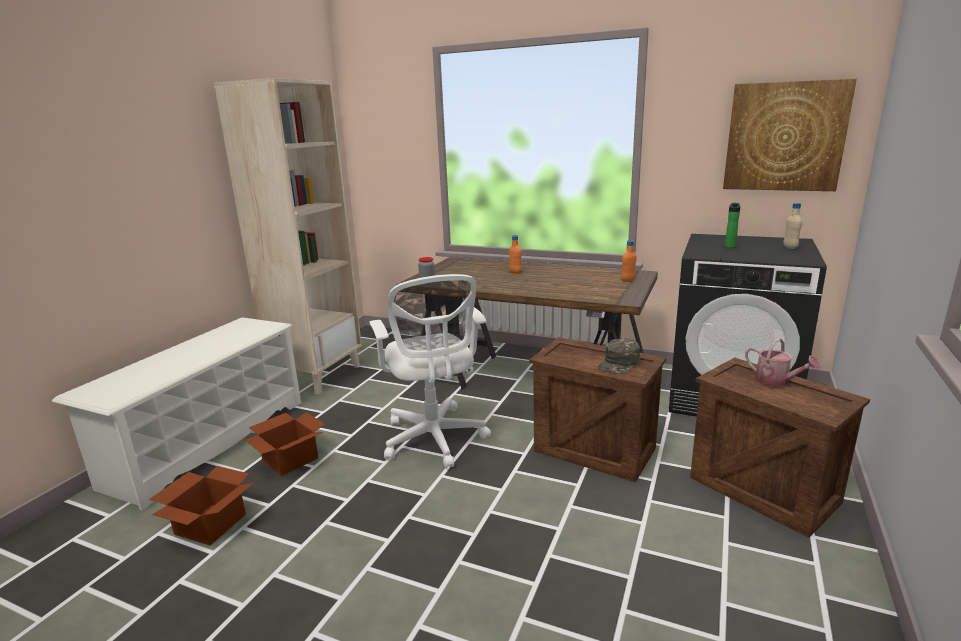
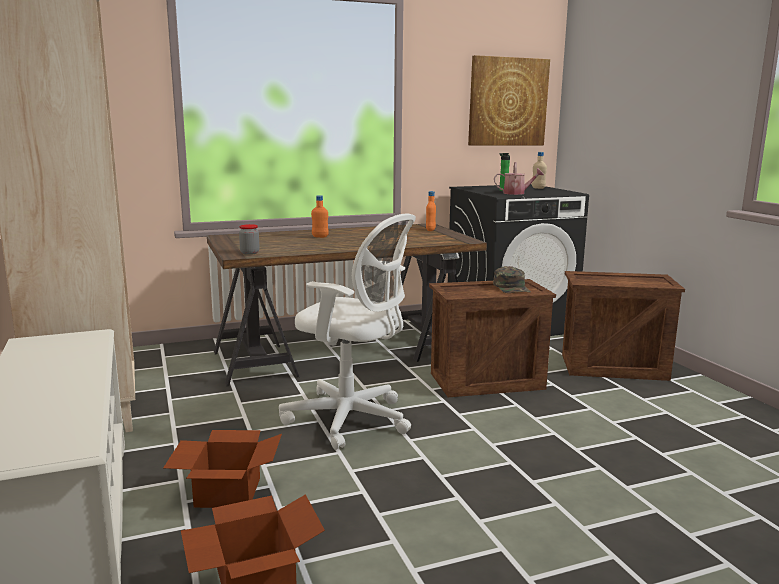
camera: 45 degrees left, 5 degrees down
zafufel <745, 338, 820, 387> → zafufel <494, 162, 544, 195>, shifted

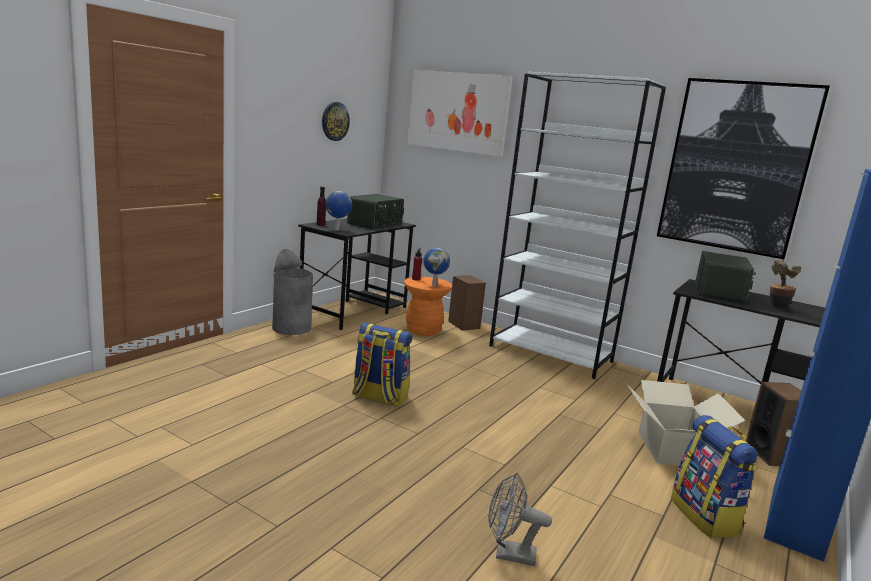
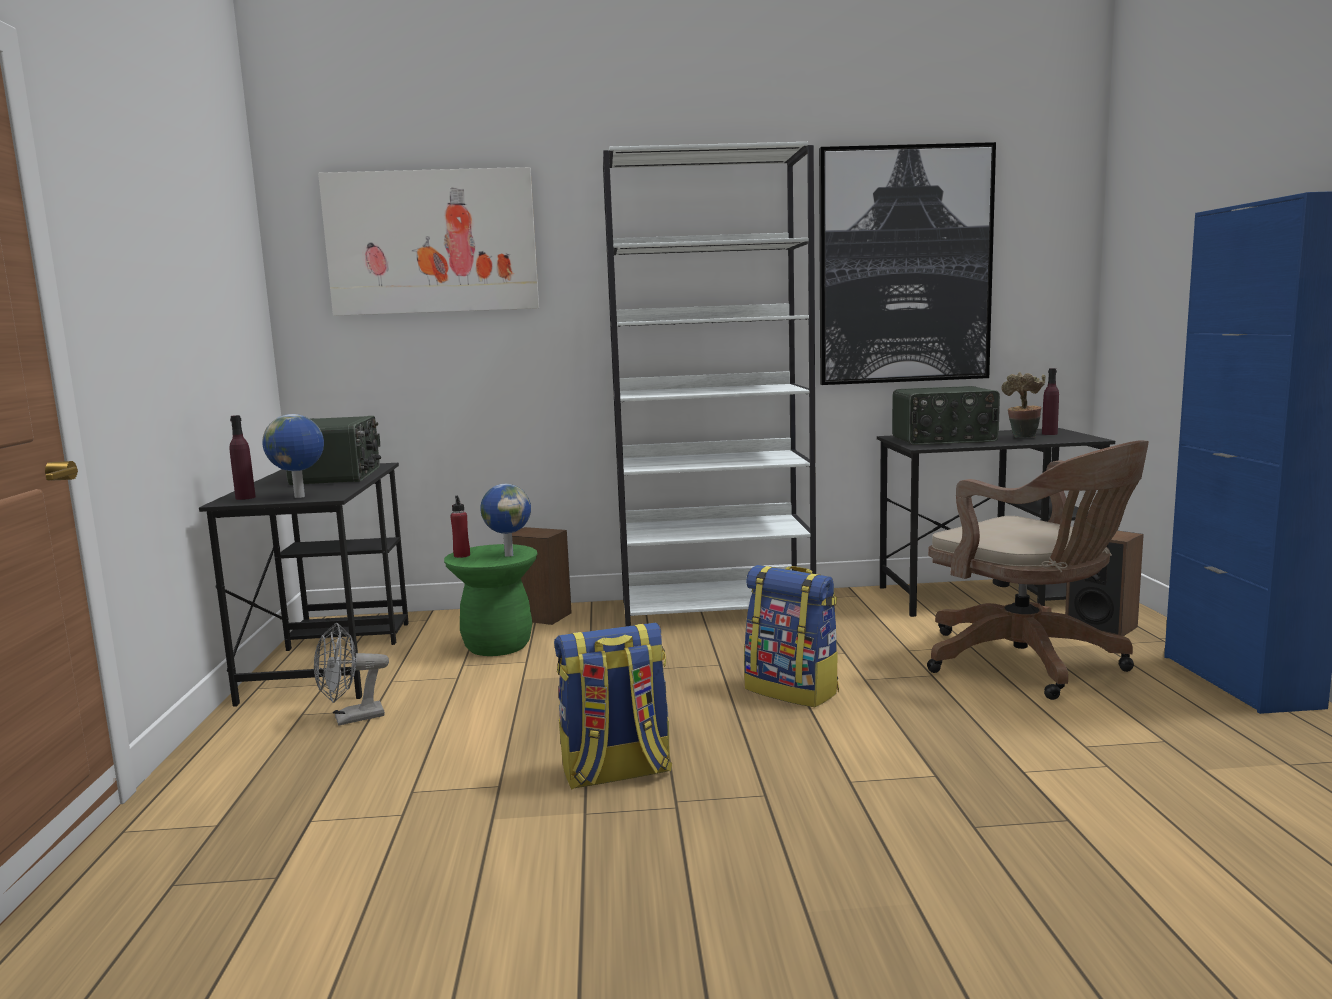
camera: 35 degrees left, 5 degrees down
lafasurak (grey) <272, 249, 313, 335> → -
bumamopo <322, 102, 350, 141> → -
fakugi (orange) <404, 277, 452, 336> → fakugi (green) <444, 544, 538, 656>
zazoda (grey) <489, 473, 552, 566> → zazoda (grey) <314, 623, 389, 726>, shifted
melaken <627, 380, 745, 465> → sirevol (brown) <927, 440, 1149, 700>
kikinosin <671, 415, 758, 538> → kikinosin <744, 565, 839, 707>, shifted
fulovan <695, 251, 756, 303> → fulovan <892, 386, 1000, 445>, 105 degrees clockwise
- → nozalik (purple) <1042, 368, 1059, 435>

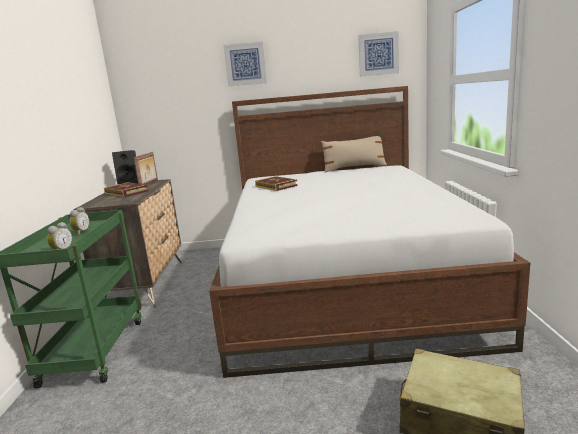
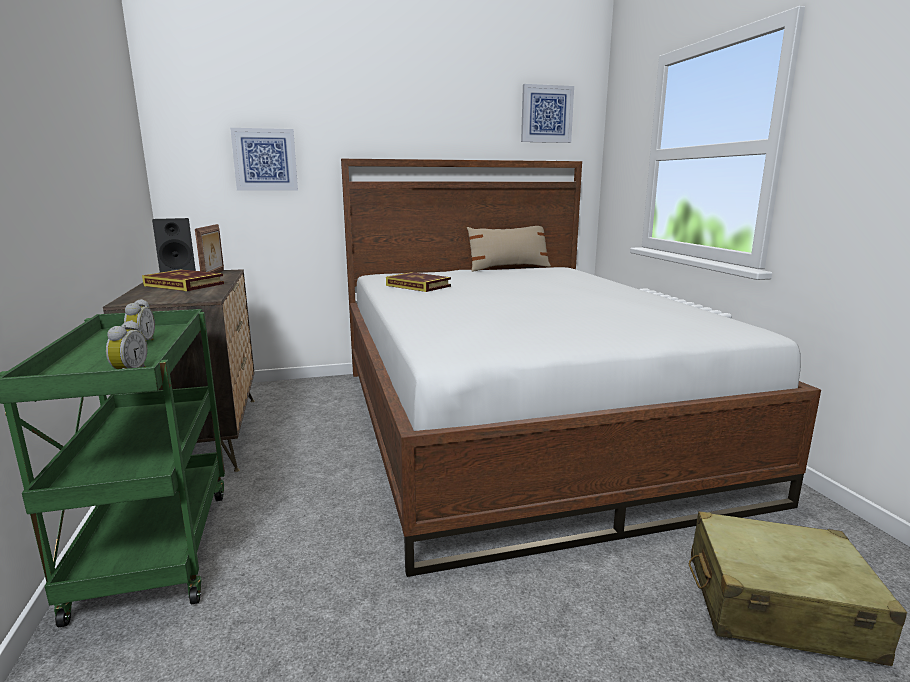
camera: 15 degrees left, 0 degrees up
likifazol <223, 42, 267, 86> → likifazol <230, 128, 298, 191>, shifted

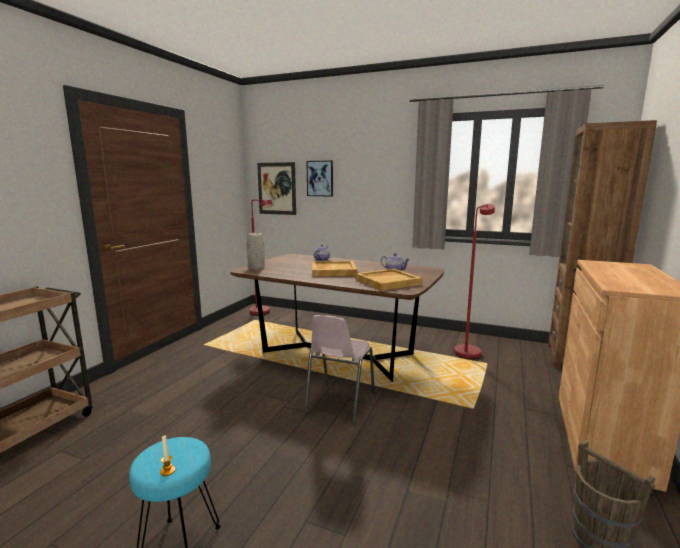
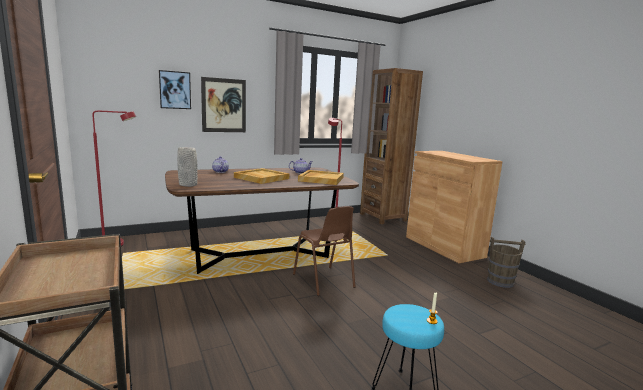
camera: 50 degrees left, 0 degrees up
likifazol <257, 162, 296, 215> → likifazol <201, 77, 246, 132>, shifted
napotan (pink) <304, 315, 375, 424> → napotan (brown) <293, 206, 356, 296>

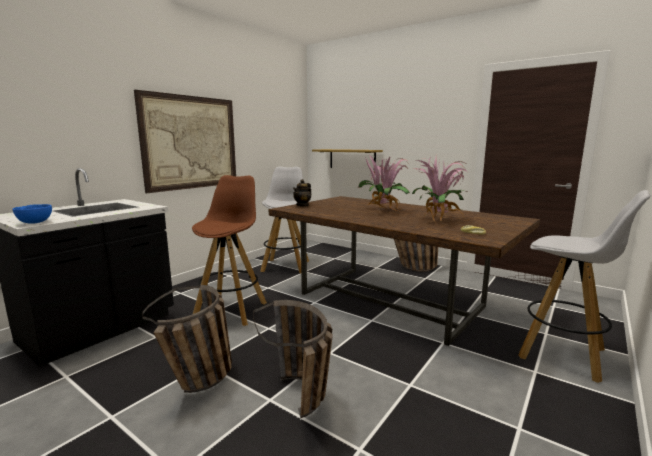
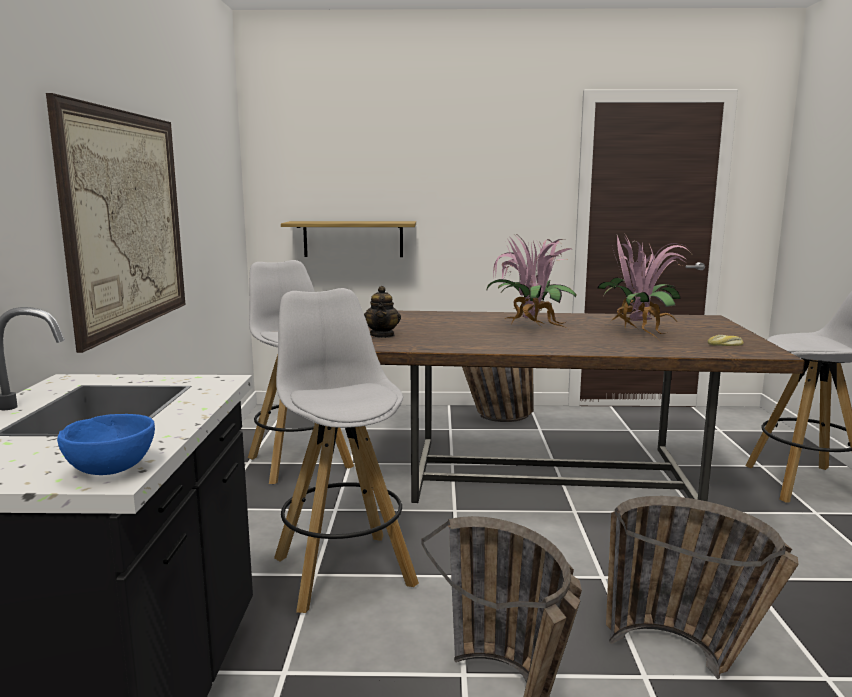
camera: 35 degrees left, 0 degrees up
fakugi (brown) <192, 175, 267, 326> → fakugi (white) <274, 288, 419, 613>

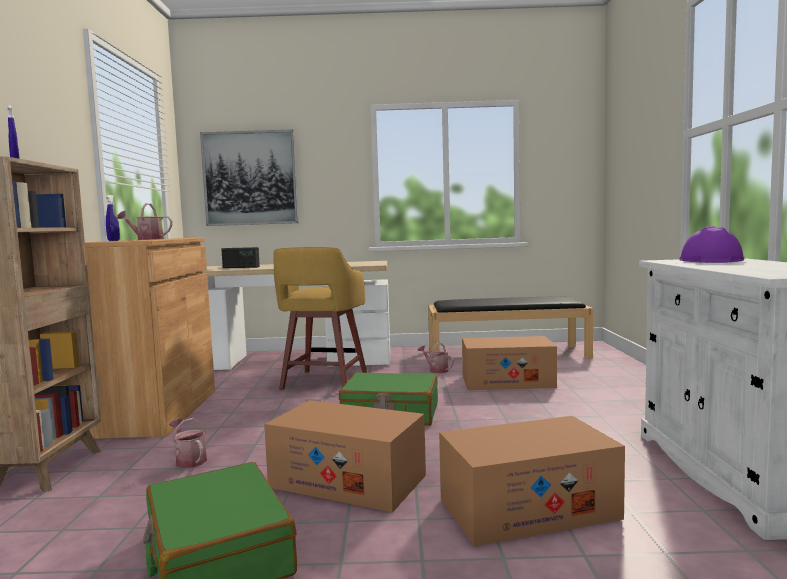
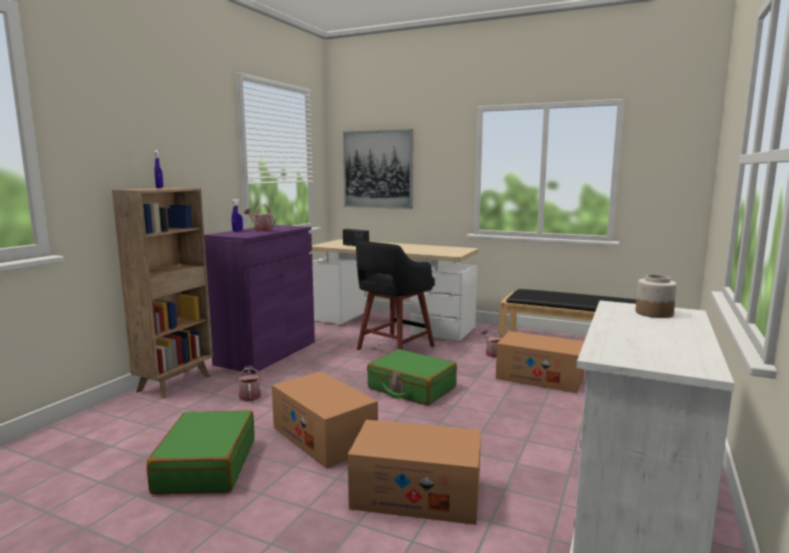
camera: 25 degrees right, 5 degrees up
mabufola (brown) <85, 237, 215, 439> → mabufola (purple) <204, 225, 315, 374>
fakugi (yellow) <273, 247, 367, 390> → fakugi (black) <356, 241, 435, 350>
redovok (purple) <679, 226, 744, 263> → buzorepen <636, 274, 677, 318>

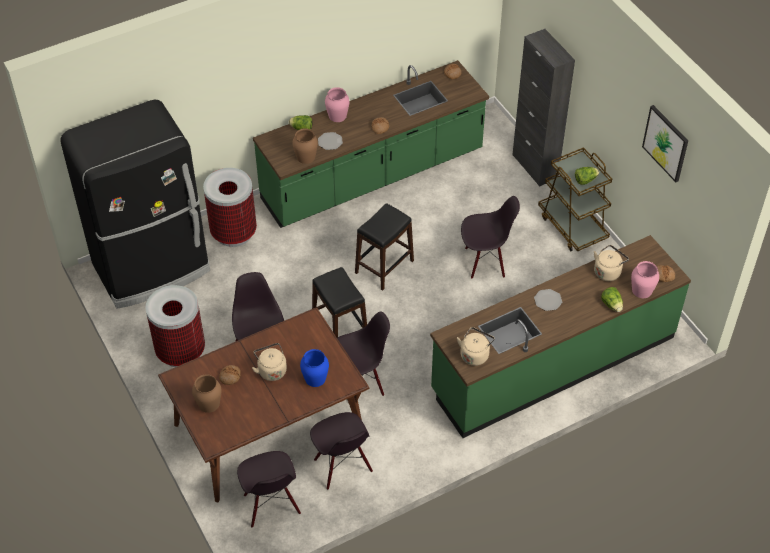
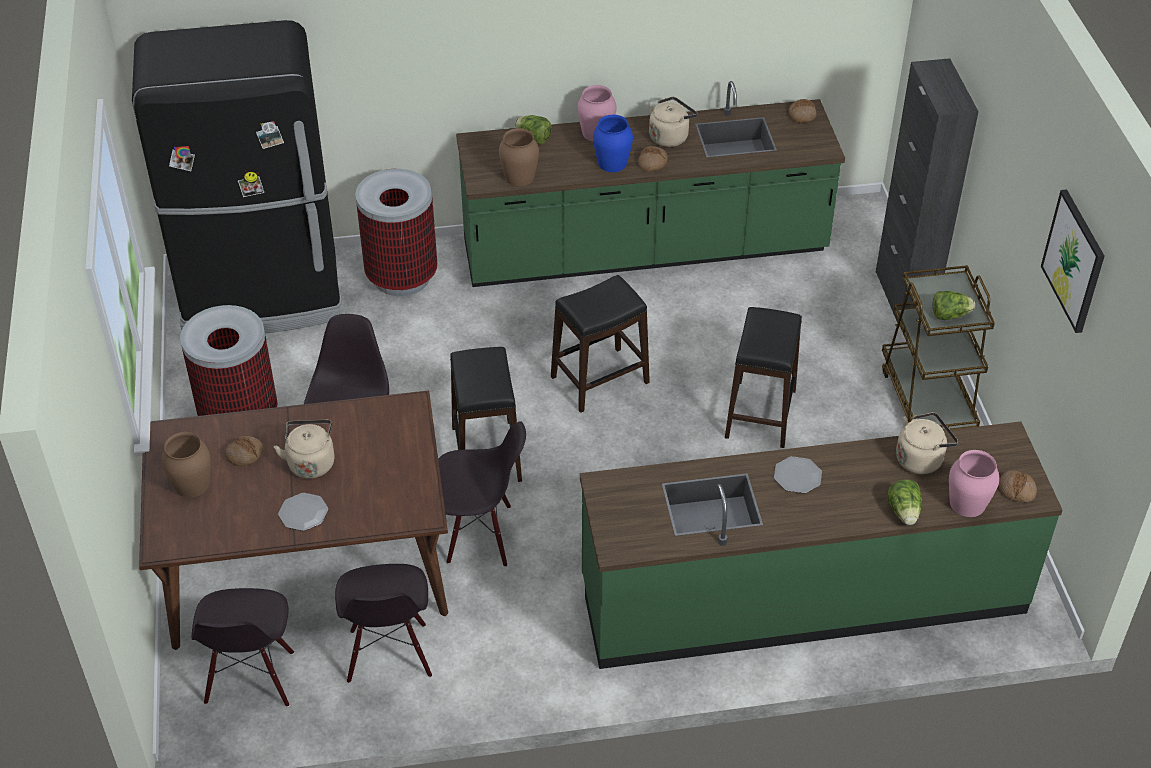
camera: 20 degrees right, 5 degrees down
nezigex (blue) <300, 349, 329, 387> → nezigex (blue) <593, 115, 633, 172>, shifted
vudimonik <318, 132, 343, 150> → vudimonik <278, 493, 328, 531>, shifted
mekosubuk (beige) <457, 327, 495, 366> → mekosubuk (beige) <649, 97, 698, 147>, shifted
napotan (black) <461, 196, 520, 279> → fakugi (black) <725, 307, 802, 448>

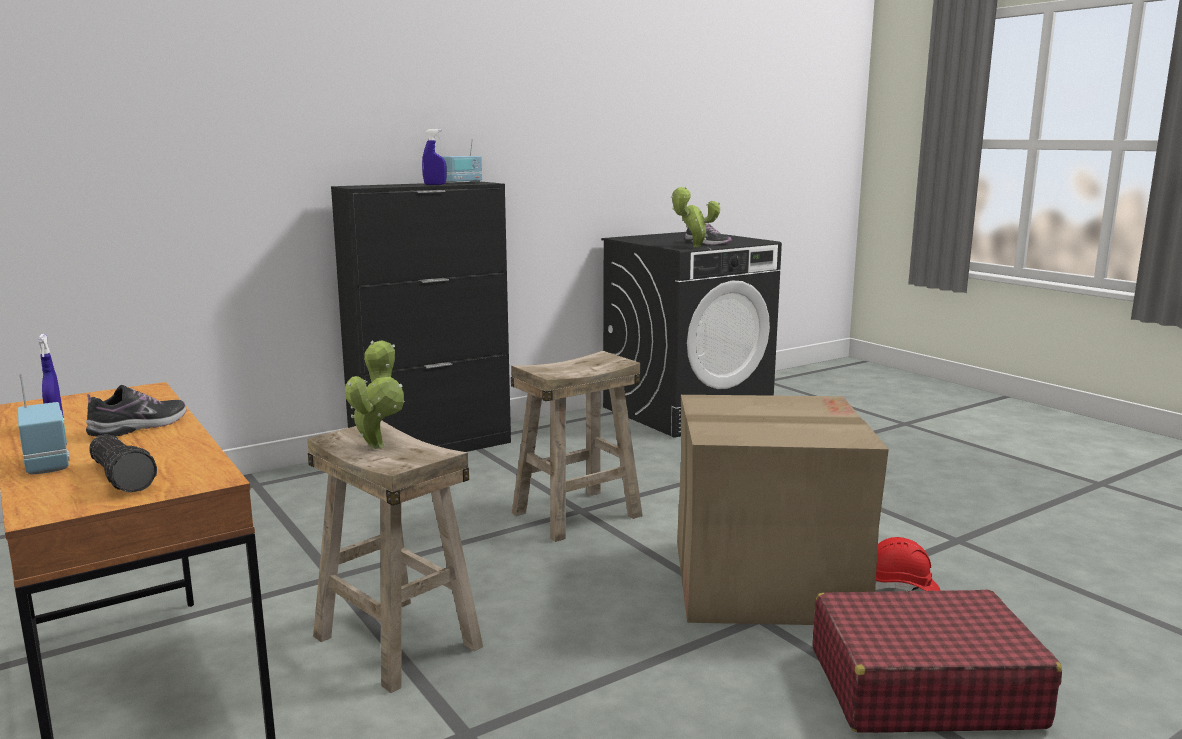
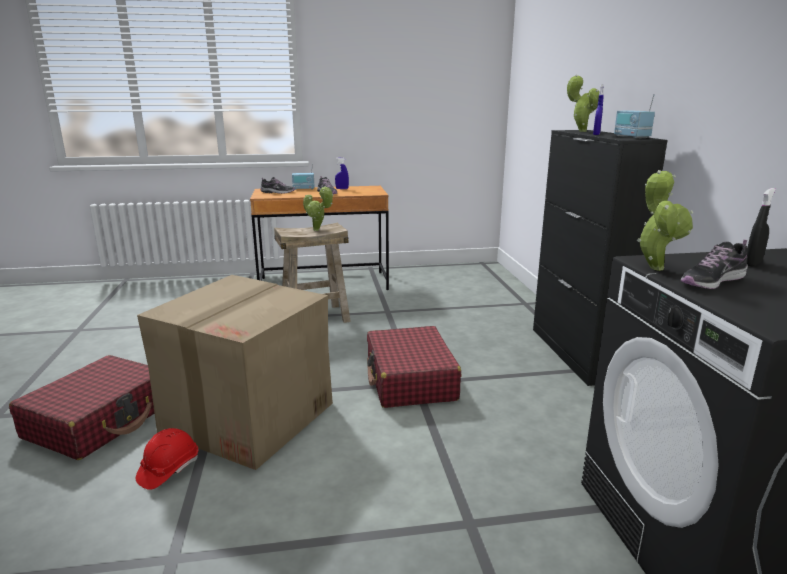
camera: 115 degrees right, 5 degrees up
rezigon <89, 435, 157, 492> → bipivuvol <260, 177, 295, 194>
fakugi (beige) <511, 351, 643, 542> → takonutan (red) <367, 326, 461, 408>
- → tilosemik <567, 75, 599, 132>
- → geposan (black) <747, 188, 776, 266>

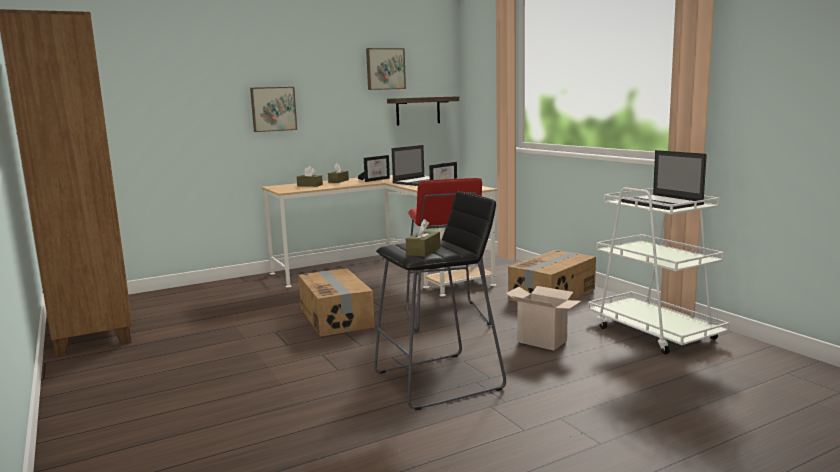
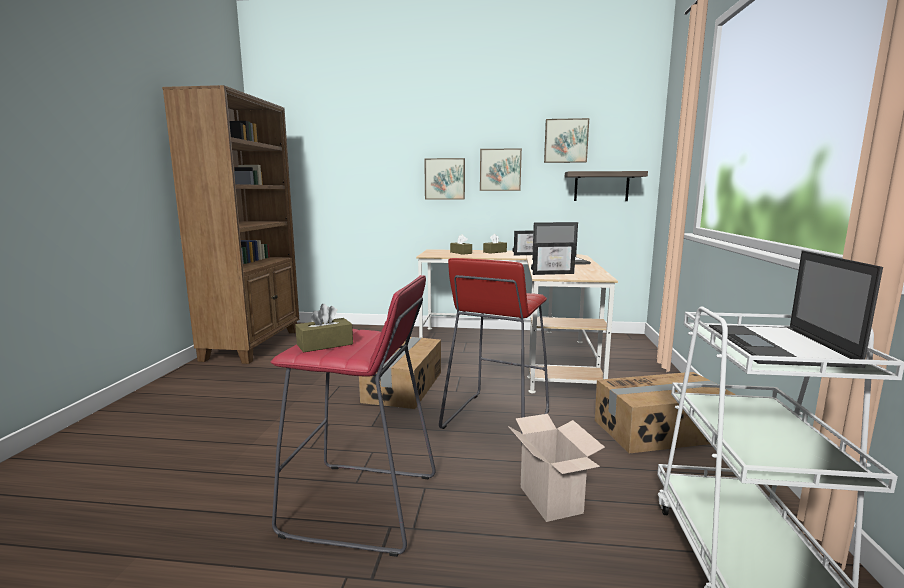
camera: 35 degrees right, 0 degrees up
fakugi (black) <374, 191, 506, 410> → fakugi (red) <271, 275, 436, 557>
- → likifazol <480, 148, 522, 191>

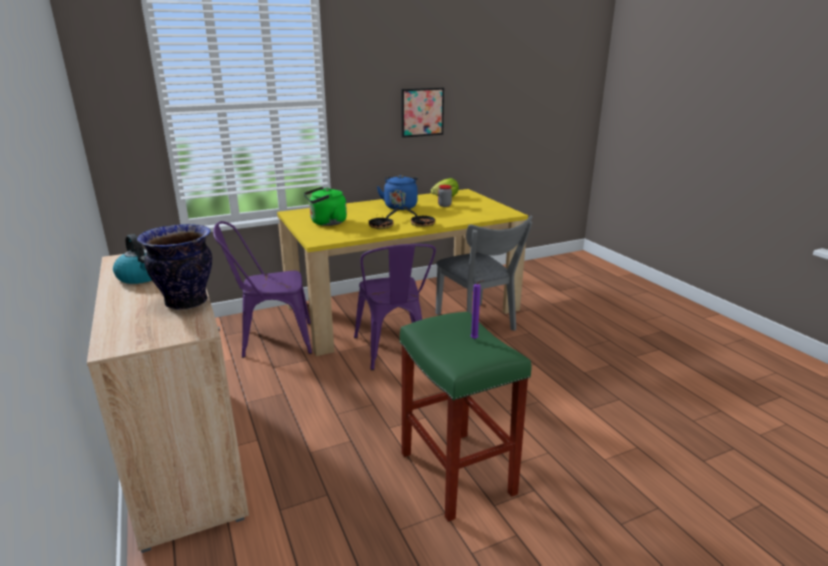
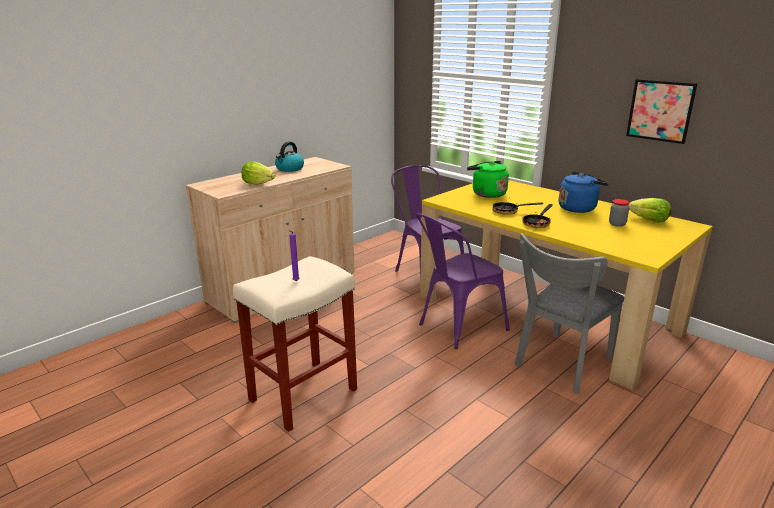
camera: 70 degrees right, 0 degrees up
nezigex <137, 224, 212, 310> → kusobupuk <242, 161, 275, 185>
fakugi (green) <400, 312, 531, 522> → fakugi (beige) <233, 256, 357, 432>

